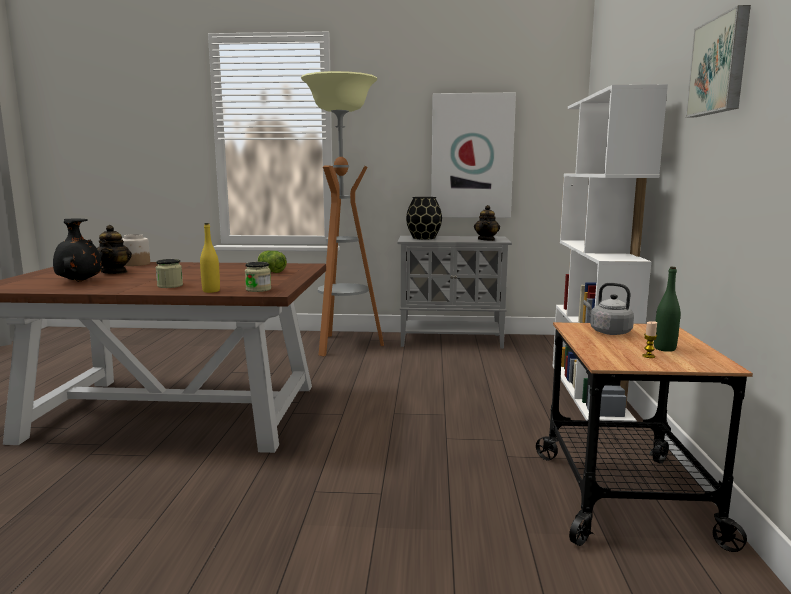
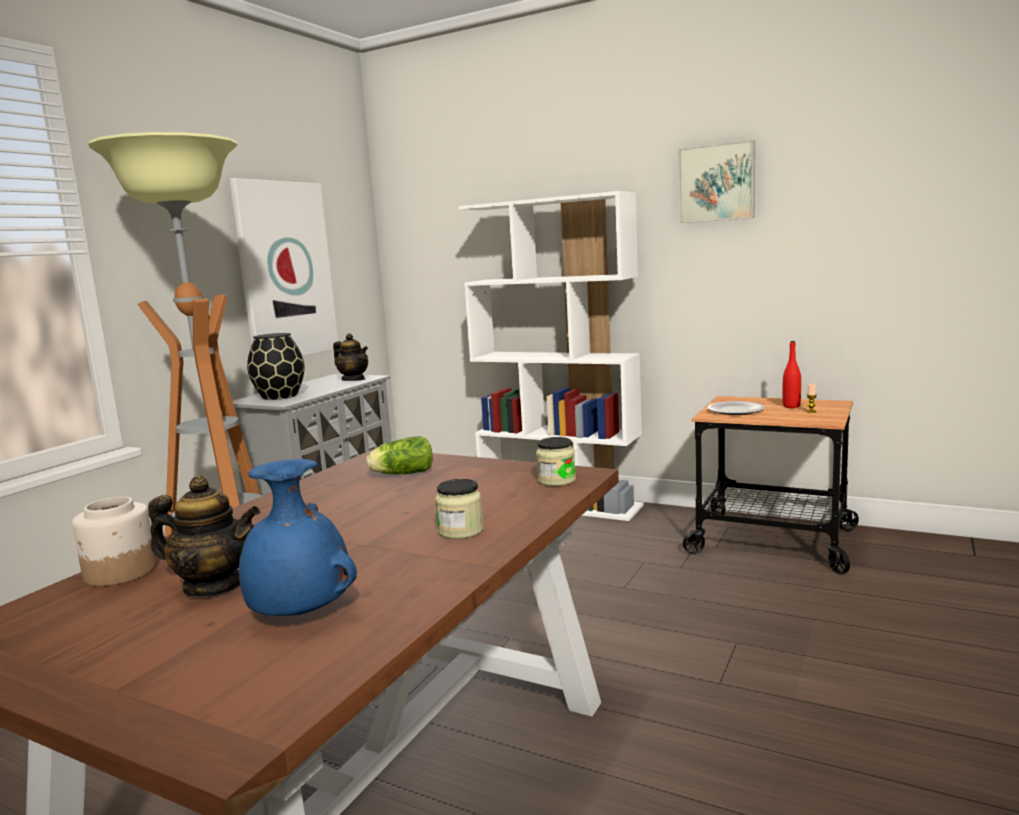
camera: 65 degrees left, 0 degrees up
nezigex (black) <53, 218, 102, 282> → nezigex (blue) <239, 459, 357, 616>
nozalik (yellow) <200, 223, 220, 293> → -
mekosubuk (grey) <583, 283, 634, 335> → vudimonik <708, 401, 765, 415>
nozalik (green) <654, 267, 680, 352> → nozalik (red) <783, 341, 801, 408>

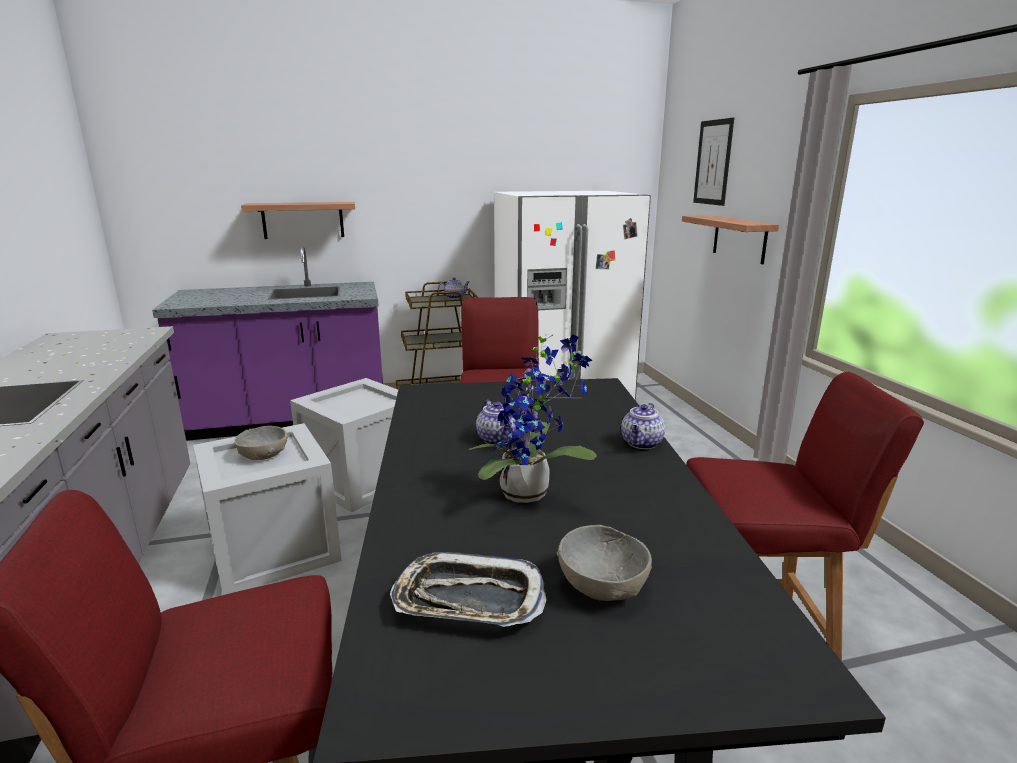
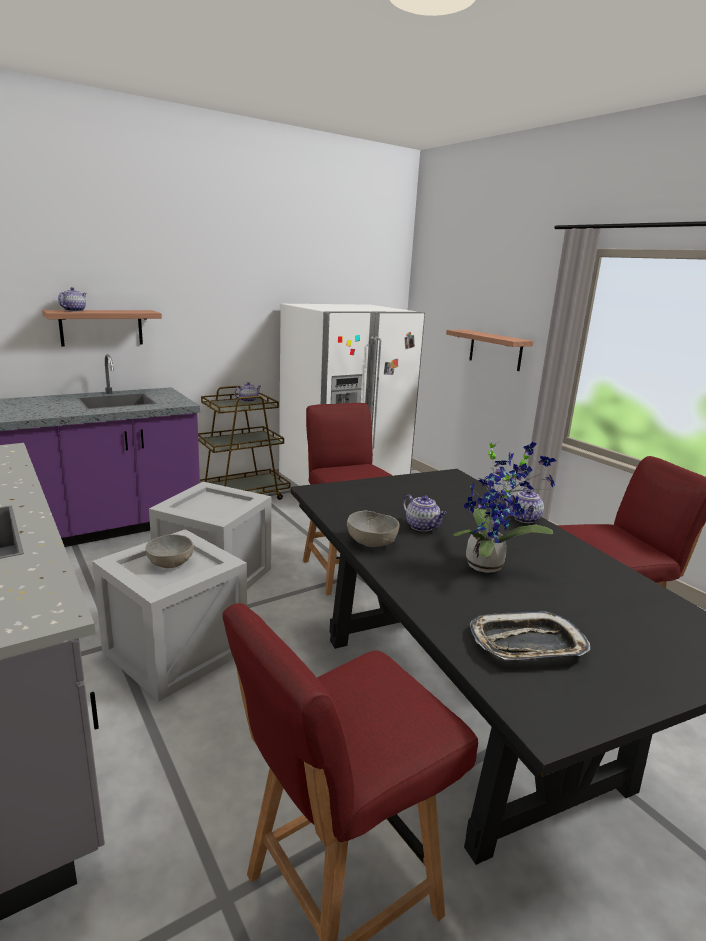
camera: 20 degrees left, 0 degrees up
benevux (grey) <557, 525, 652, 601> → benevux (grey) <347, 510, 399, 547>, shifted
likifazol <693, 118, 734, 206> → -
- → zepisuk <58, 287, 87, 312>

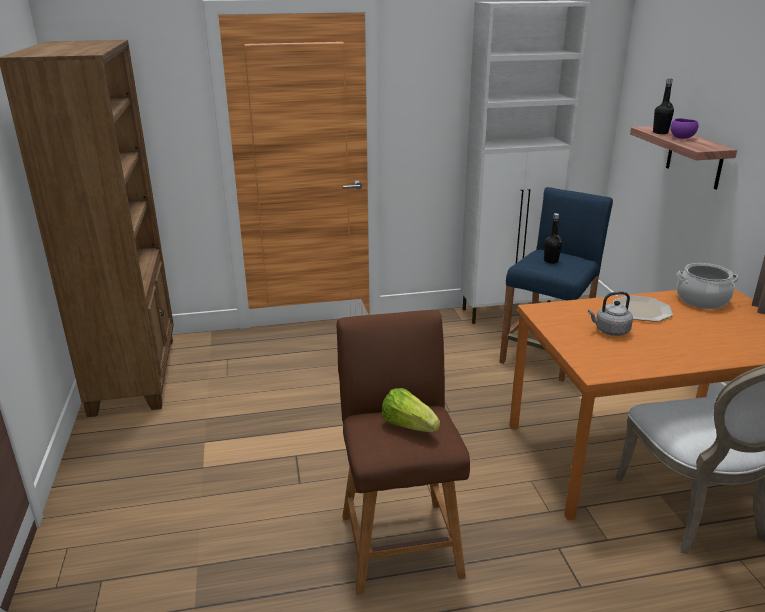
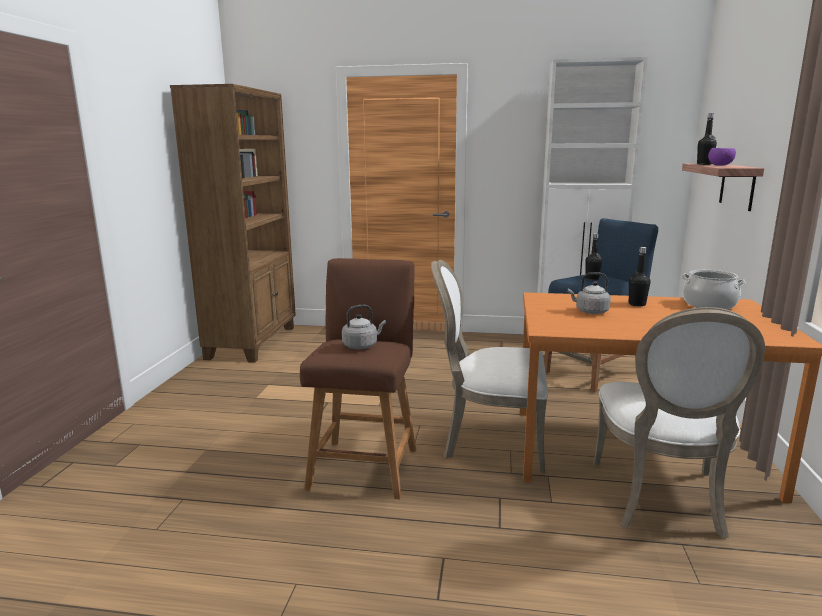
camera: 20 degrees right, 10 degrees down
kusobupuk <382, 388, 440, 432> → mekosubuk (grey) <342, 305, 386, 349>
vudimonik <612, 295, 673, 322> → nozalik (black) <629, 247, 650, 306>
- → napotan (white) <431, 260, 548, 473>

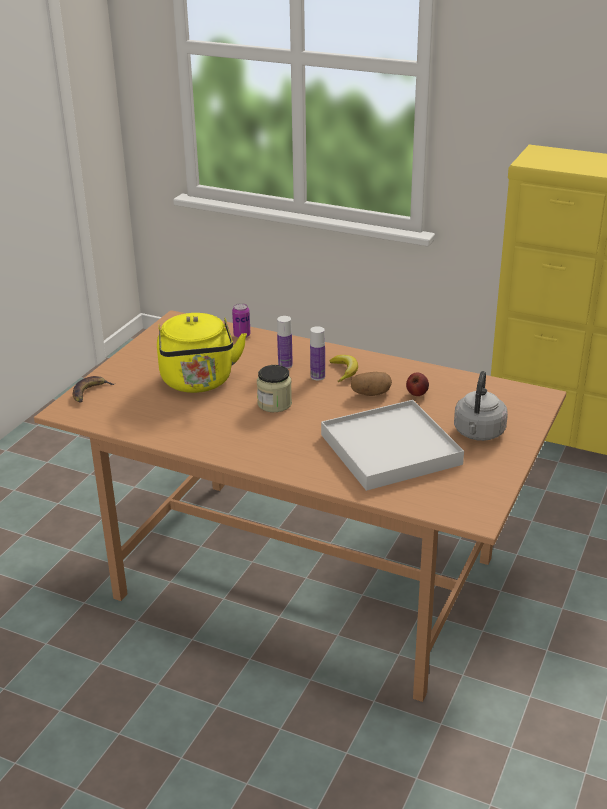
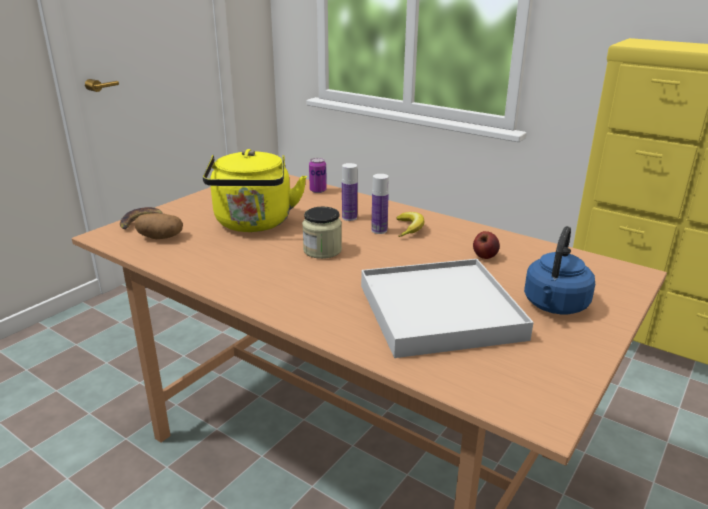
camera: 10 degrees right, 5 degrees down
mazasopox <351, 372, 392, 396> → mazasopox <135, 213, 183, 239>, shifted
mekosubuk (grey) <454, 371, 508, 441> → mekosubuk (blue) <524, 226, 595, 314>

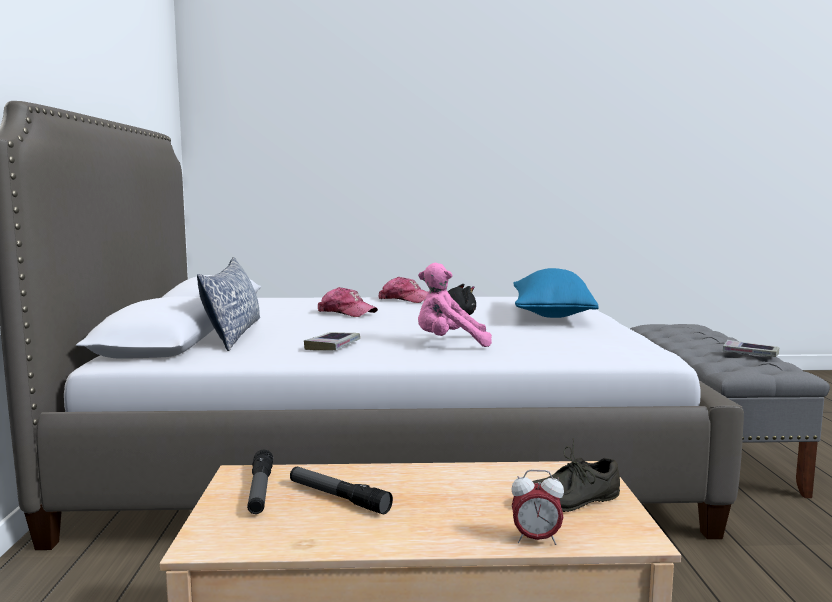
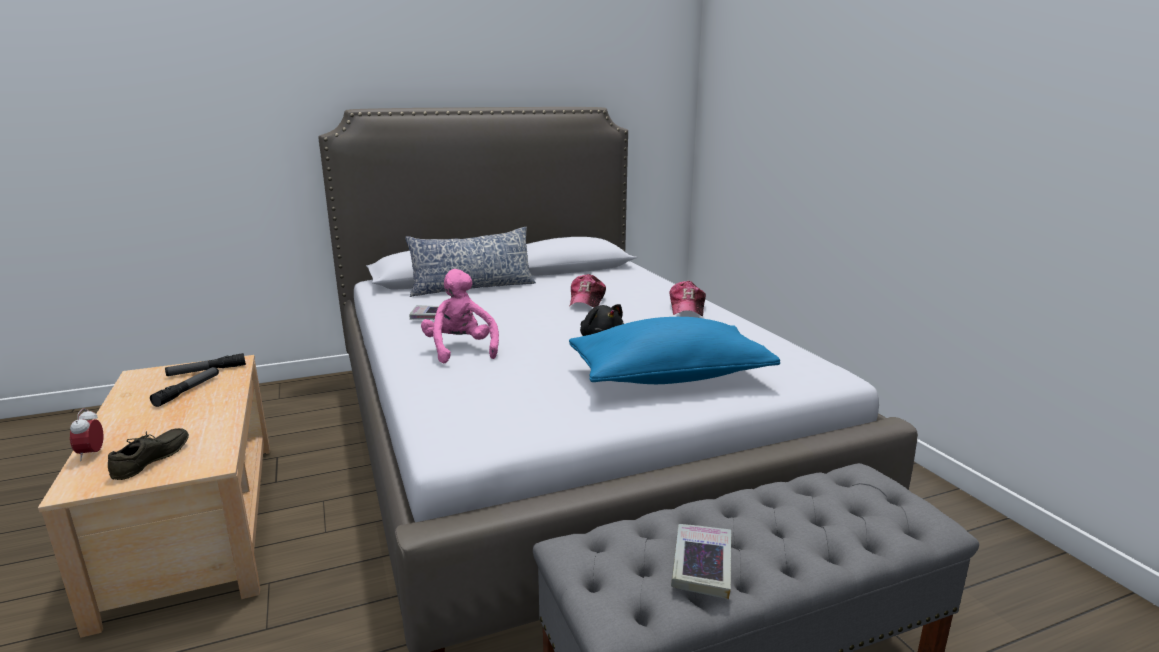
camera: 70 degrees right, 10 degrees up
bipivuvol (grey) <532, 438, 620, 512> → bipivuvol (grey) <108, 428, 189, 480>, 60 degrees clockwise

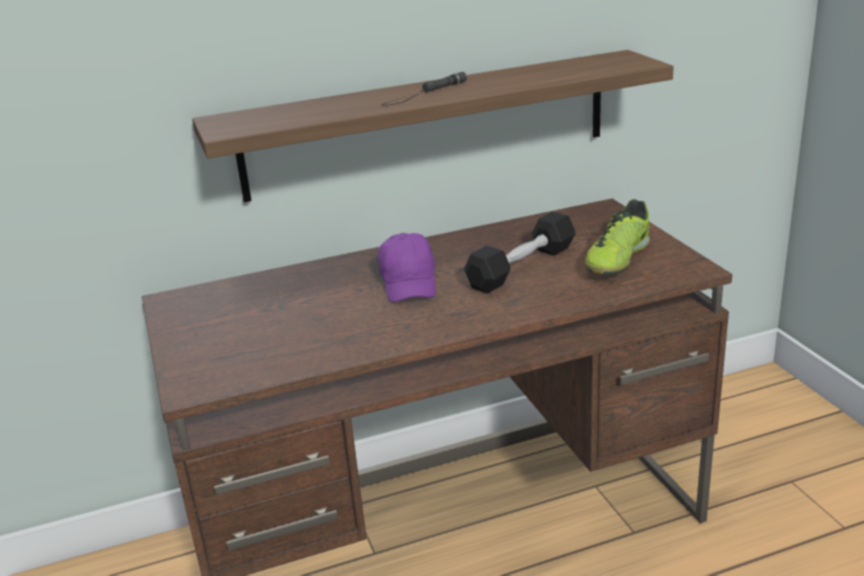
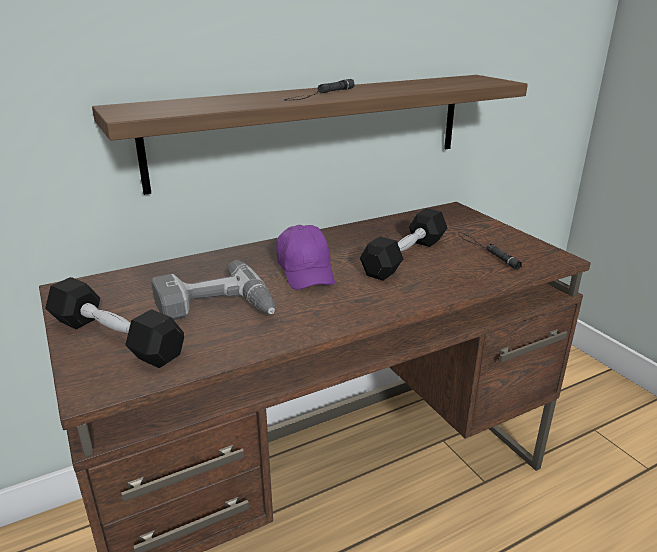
camera: 10 degrees left, 0 degrees up
bipivuvol <585, 199, 650, 275> → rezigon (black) <458, 232, 522, 270>
- → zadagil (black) <45, 277, 184, 368>
- → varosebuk <152, 260, 275, 320>

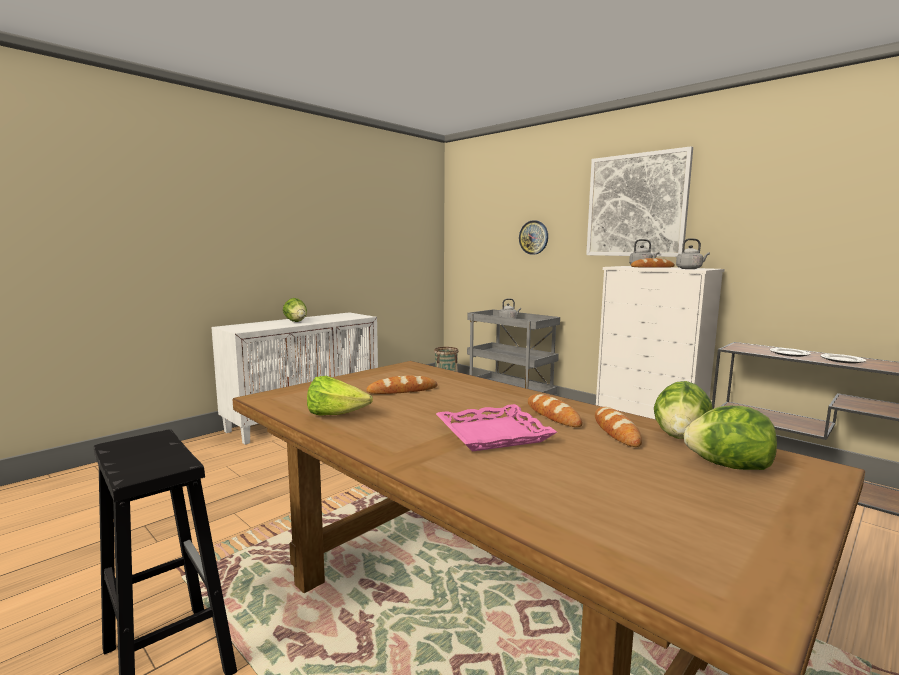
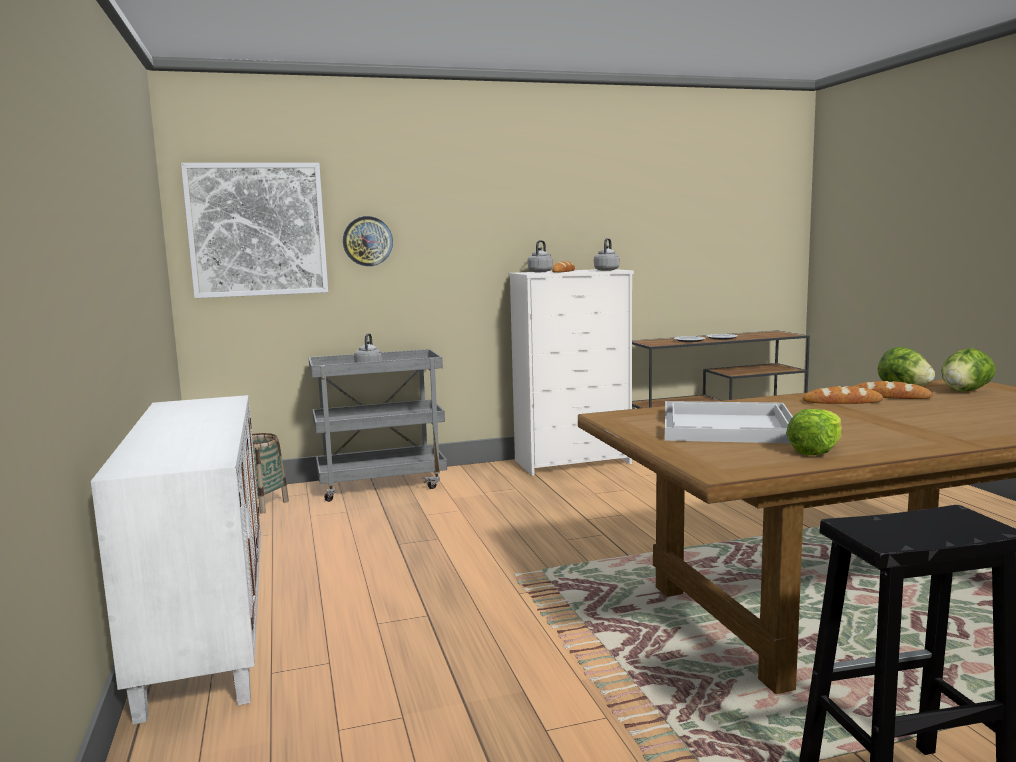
camera: 60 degrees left, 0 degrees up
kusobupuk <283, 298, 307, 322> → -
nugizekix <366, 375, 438, 394> → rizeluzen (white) <665, 401, 793, 443>
rizeluzen (pink) <436, 404, 557, 452> → -
likifazol <586, 146, 693, 257> → likifazol <181, 163, 328, 298>, shifted

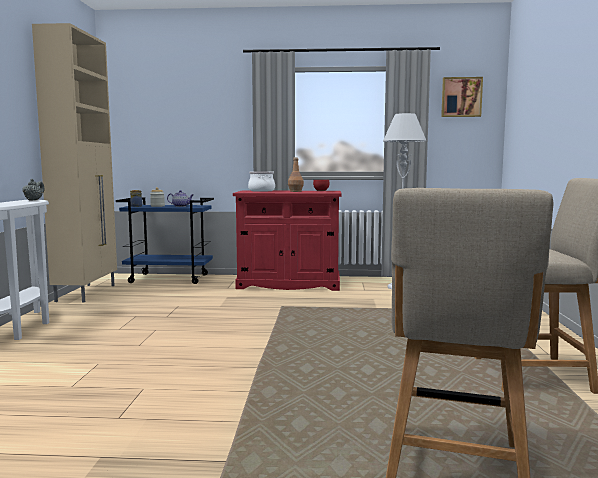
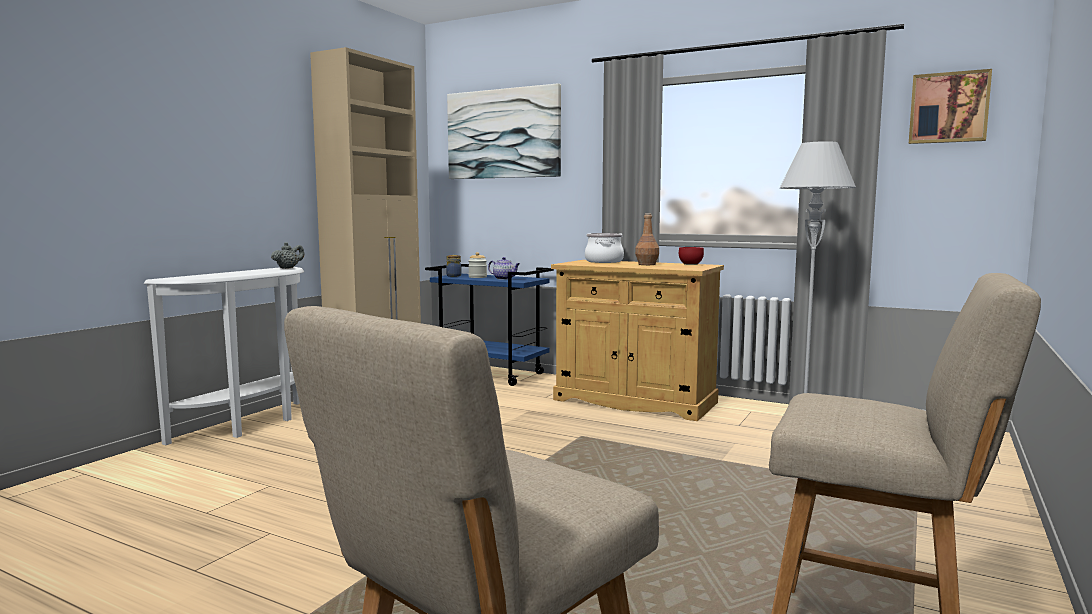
camera: 25 degrees right, 0 degrees up
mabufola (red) <233, 190, 342, 291> → mabufola (beige) <551, 260, 724, 421>
- → likifazol <447, 83, 561, 179>

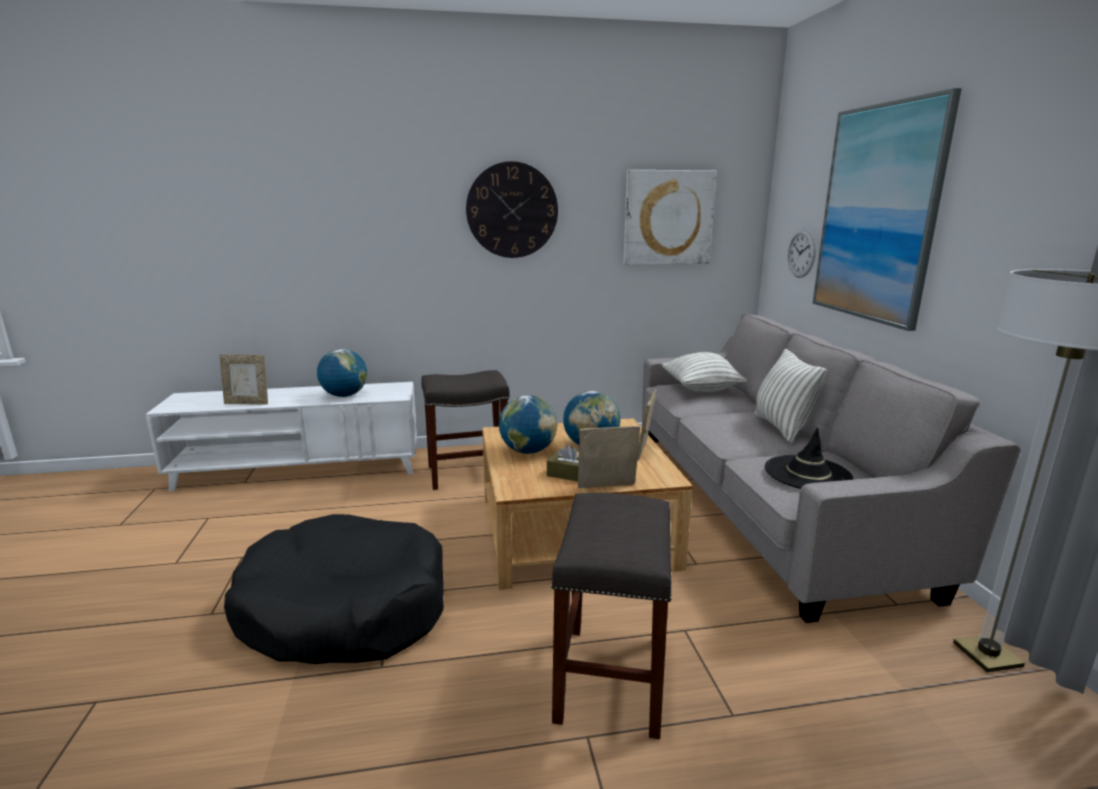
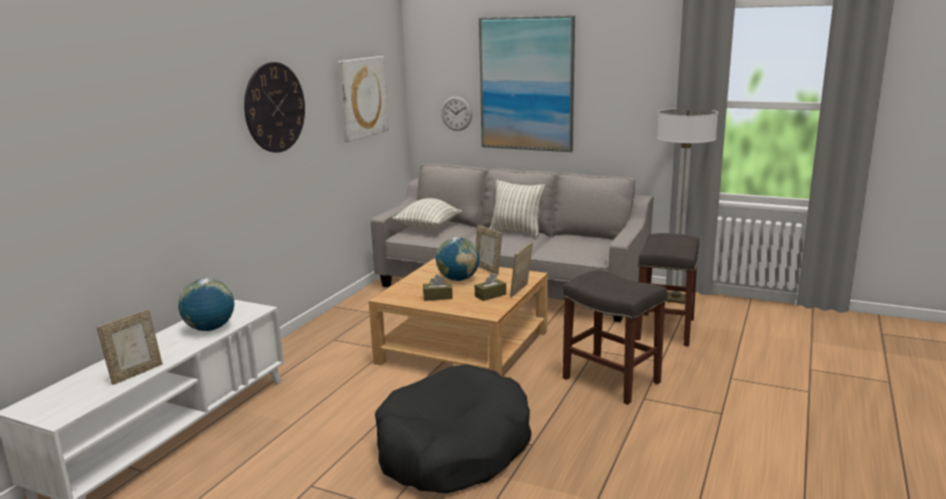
camera: 55 degrees left, 0 degrees up
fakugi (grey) <421, 370, 510, 490> → fakugi (grey) <635, 233, 700, 346>, shifted
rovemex <499, 395, 557, 454> → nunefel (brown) <423, 275, 453, 301>
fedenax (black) <765, 427, 854, 489> → -

